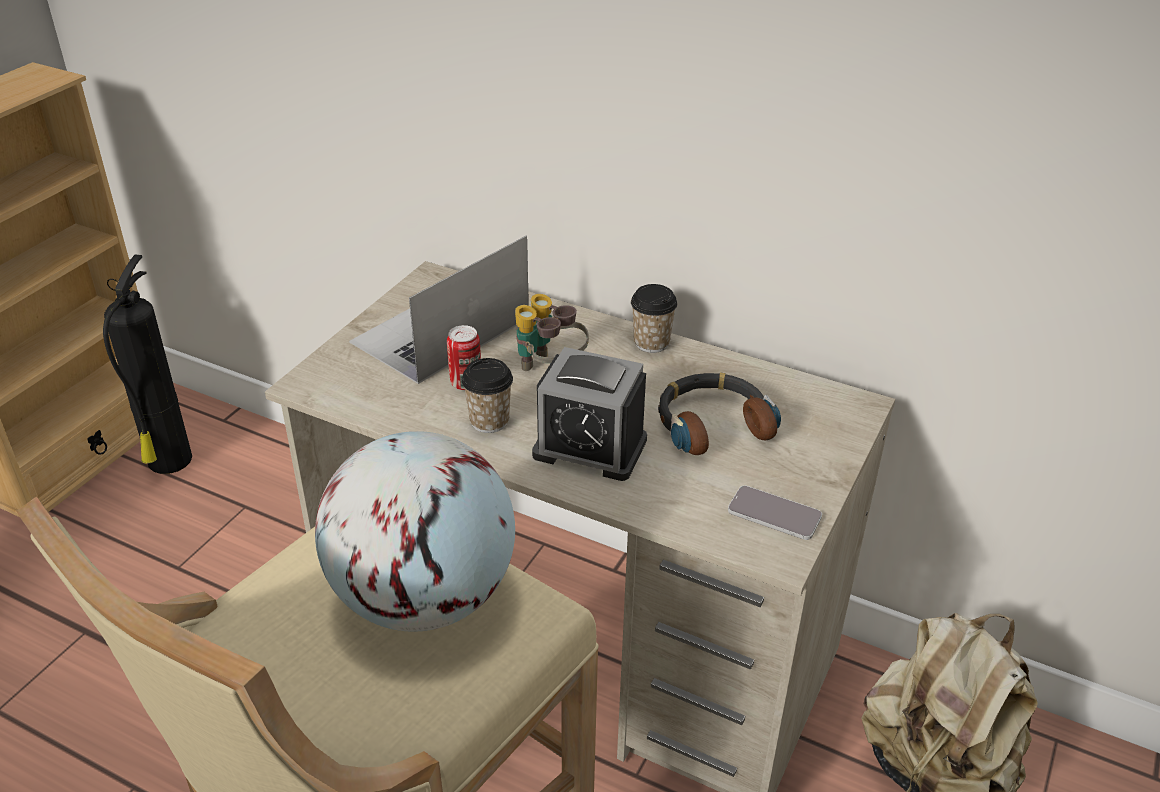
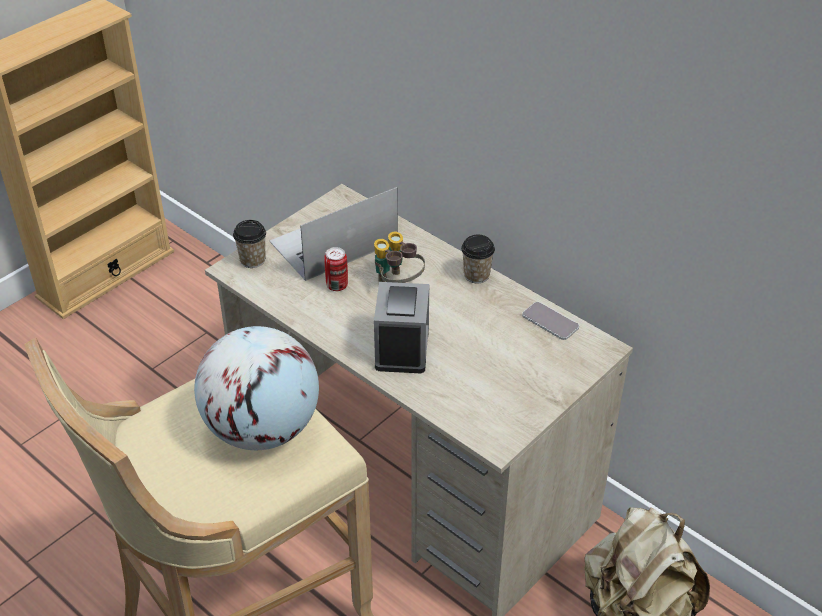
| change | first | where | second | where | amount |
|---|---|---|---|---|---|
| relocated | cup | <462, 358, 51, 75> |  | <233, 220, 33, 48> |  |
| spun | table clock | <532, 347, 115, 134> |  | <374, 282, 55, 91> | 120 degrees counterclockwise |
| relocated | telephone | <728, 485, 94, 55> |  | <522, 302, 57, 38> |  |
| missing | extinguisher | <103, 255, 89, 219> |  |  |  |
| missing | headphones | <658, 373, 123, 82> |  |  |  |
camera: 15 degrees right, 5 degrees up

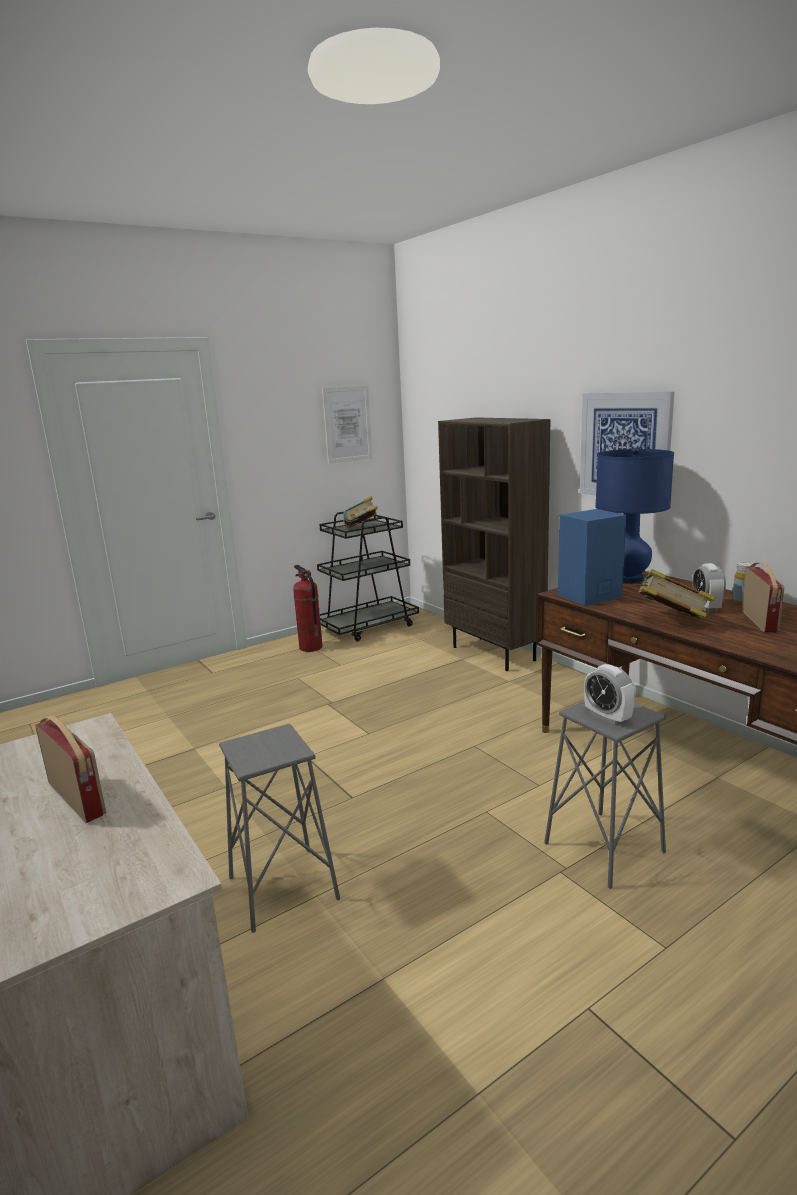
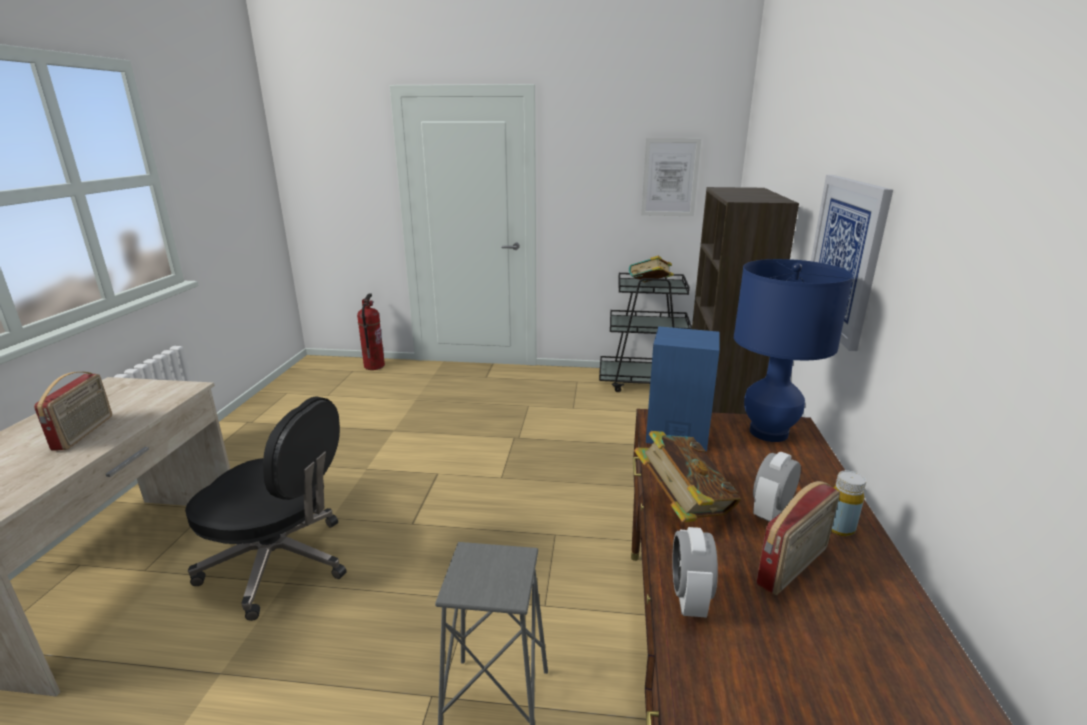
| change | first | where | second | where | amount |
|---|---|---|---|---|---|
| exchanged | stool seat (gray) | <219, 724, 121, 209> | office chair (blackish) | <185, 396, 162, 225> |  |
| relocated | extinguisher | <293, 565, 30, 87> |  | <357, 293, 28, 77> |  |
| relocated | table clock | <584, 664, 51, 61> |  | <672, 527, 46, 91> |  |
camera: 40 degrees right, 5 degrees up

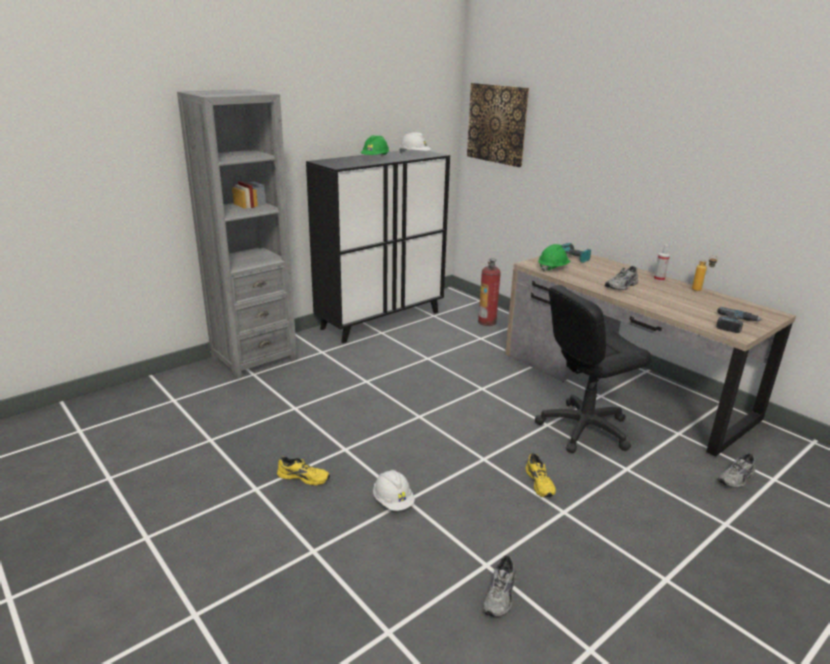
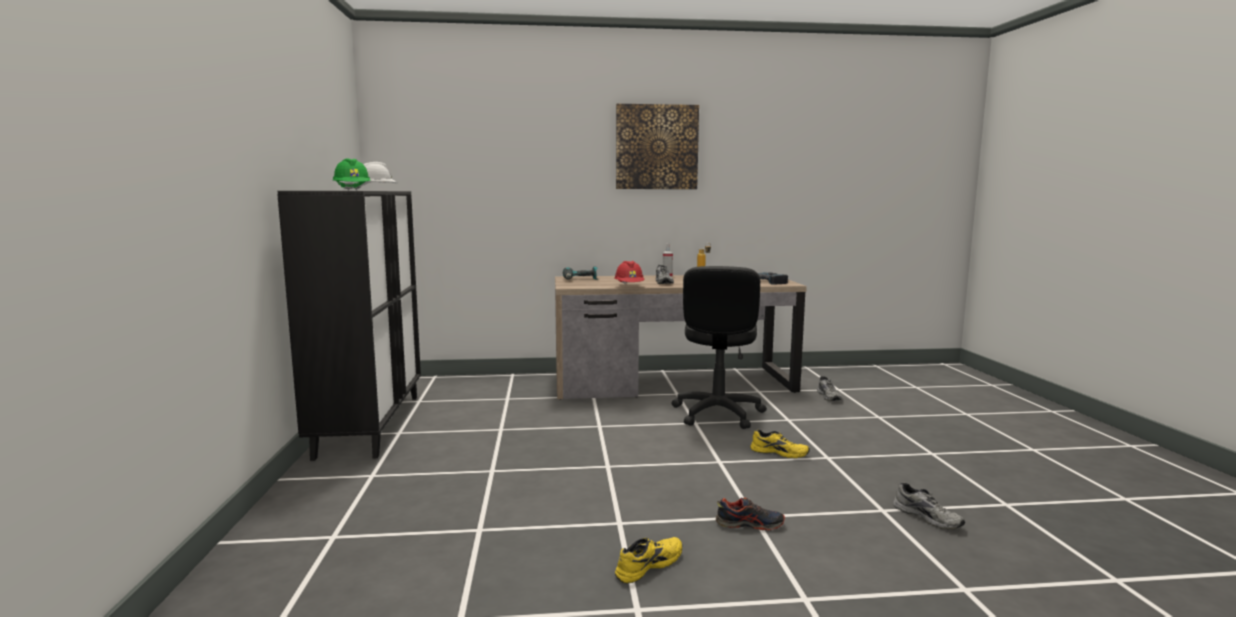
| change | first | where | second | where | amount |
|---|---|---|---|---|---|
| appeared |  |  | safety helmet (red-coloured) | <614, 261, 30, 23> |  |
| relocated | wall picture | <467, 83, 62, 84> |  | <616, 104, 83, 85> |  |
| exchanged | safety helmet (white-coloured) | <373, 470, 42, 41> | item of footwear | <716, 497, 69, 34> |  |
| missing | shelving unit (gray) | <177, 89, 120, 290> |  |  |  |
| missing | extinguisher | <478, 258, 23, 68> |  |  |  |
| missing | safety helmet (greenish) | <538, 244, 33, 28> |  |  |  |
camera: 55 degrees left, 15 degrees down

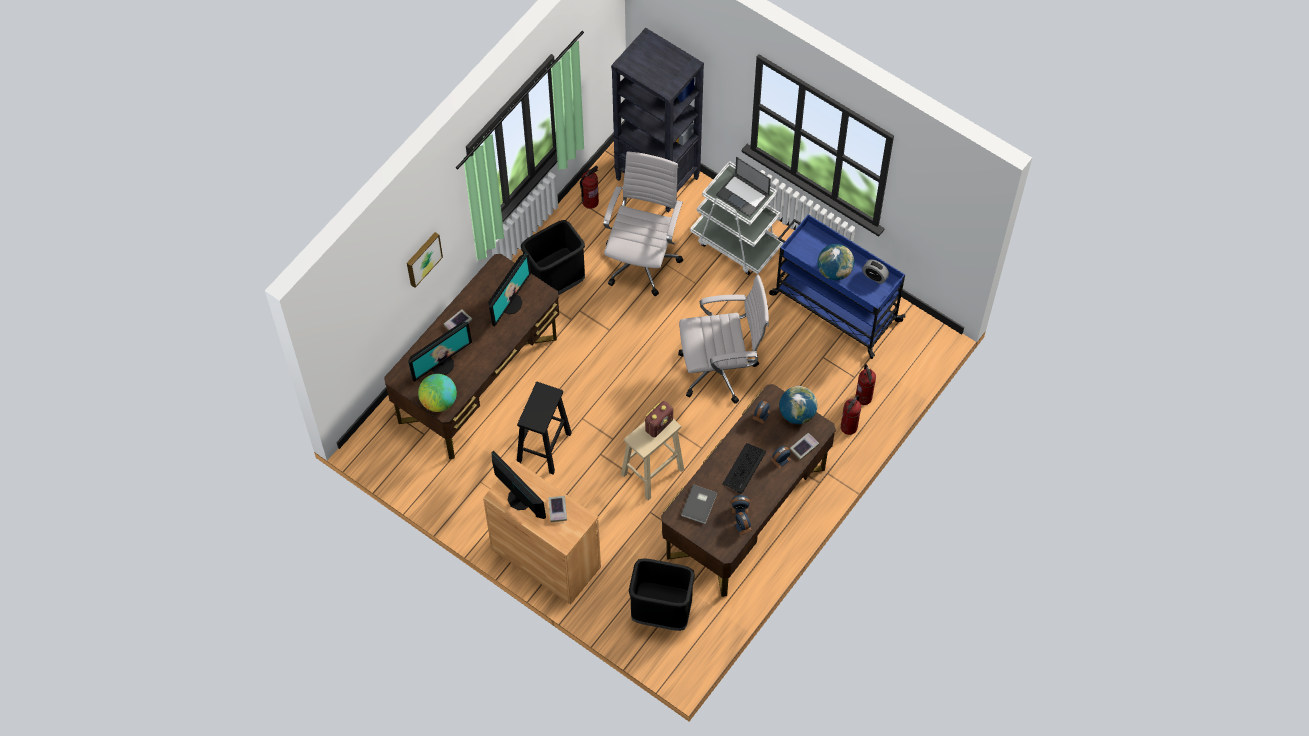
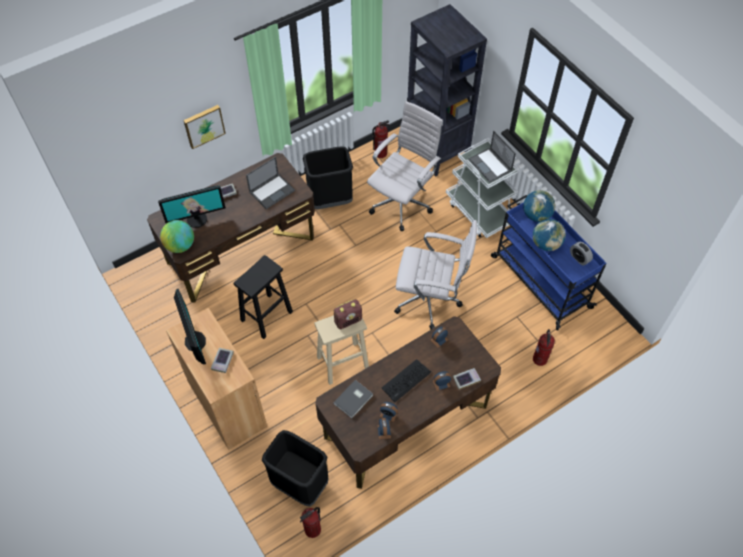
| change | first | where | second | where | amount |
|---|---|---|---|---|---|
| exchanged | computer display | <488, 252, 43, 75> | laptop | <246, 157, 49, 52> |  |
| relocated | extinguisher | <841, 395, 20, 40> |  | <300, 507, 21, 31> |  |
| relocated | world globe | <779, 386, 38, 38> |  | <523, 190, 33, 32> |  |
camera: 20 degrees right, 5 degrees down

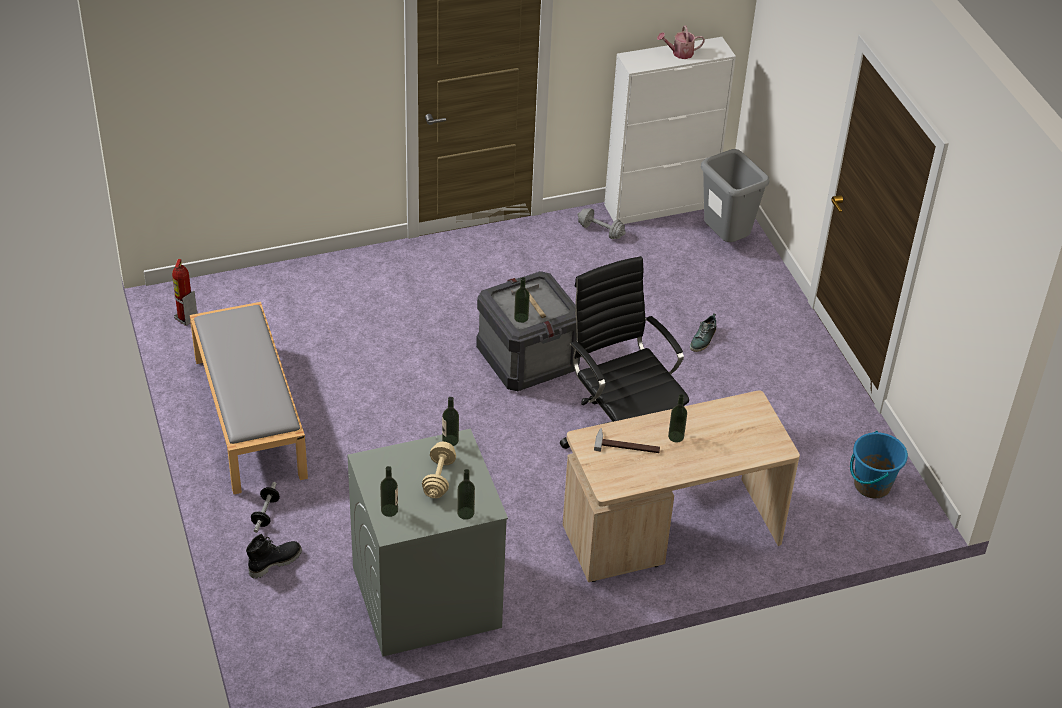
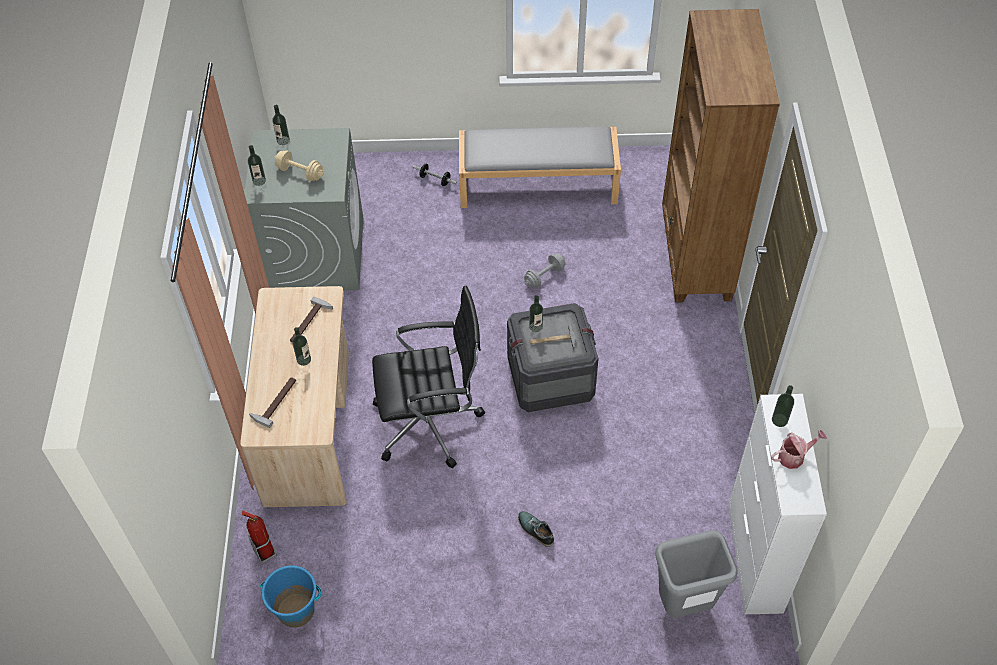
| change | first | where | second | where | amount |
|---|---|---|---|---|---|
| relocated | extinguisher | <172, 259, 25, 67> |  | <241, 510, 36, 53> |  |
| appeared |  |  | tool hammer | <249, 377, 47, 51> |  |
| relocated | dumbbell (gray) | <577, 208, 49, 31> |  | <524, 253, 41, 35> |  |
| appeared |  |  | shelving unit (brown) | <662, 9, 118, 294> |  |
| spun | watering pot | <657, 26, 48, 33> |  | <771, 430, 56, 39> | 60 degrees clockwise |
| relocated | bottle | <442, 397, 17, 49> |  | <772, 385, 22, 42> |  |
| missing | high-top boot (blackish) | <246, 534, 56, 45> |  |  |  |
camera: 110 degrees right, 10 degrees up

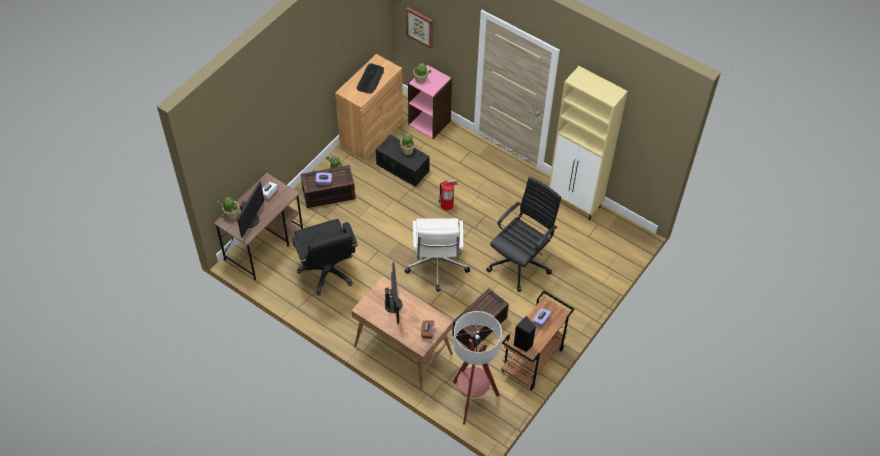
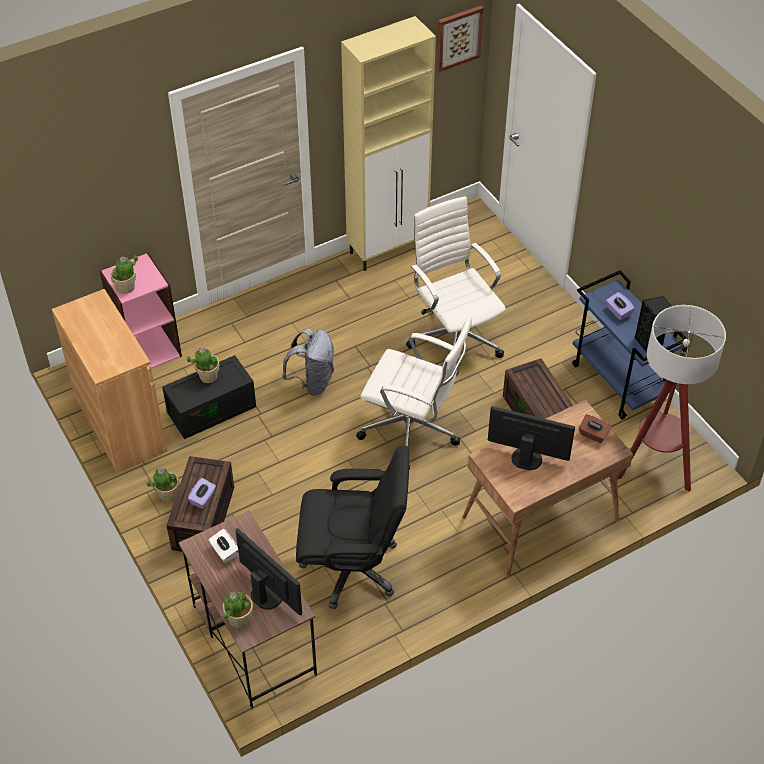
| change | first | where | second | where | amount |
|---|---|---|---|---|---|
| exchanged | extinguisher | <438, 179, 20, 32> | knapsack (gray) | <282, 328, 52, 68> |  |
| colour | office chair (blackish) | <486, 177, 75, 115> | office chair (white-coloured) | <406, 196, 100, 162> |  |
| relocated | wall picture | <406, 7, 27, 42> |  | <436, 5, 48, 67> |  |
| colour | wheeled cart (brown) | <501, 291, 74, 99> | wheeled cart (blue) | <572, 270, 115, 150> |  |
| missing | PC keyboard | <357, 63, 27, 30> |  |  |  |
camera: 65 degrees left, 5 degrees down

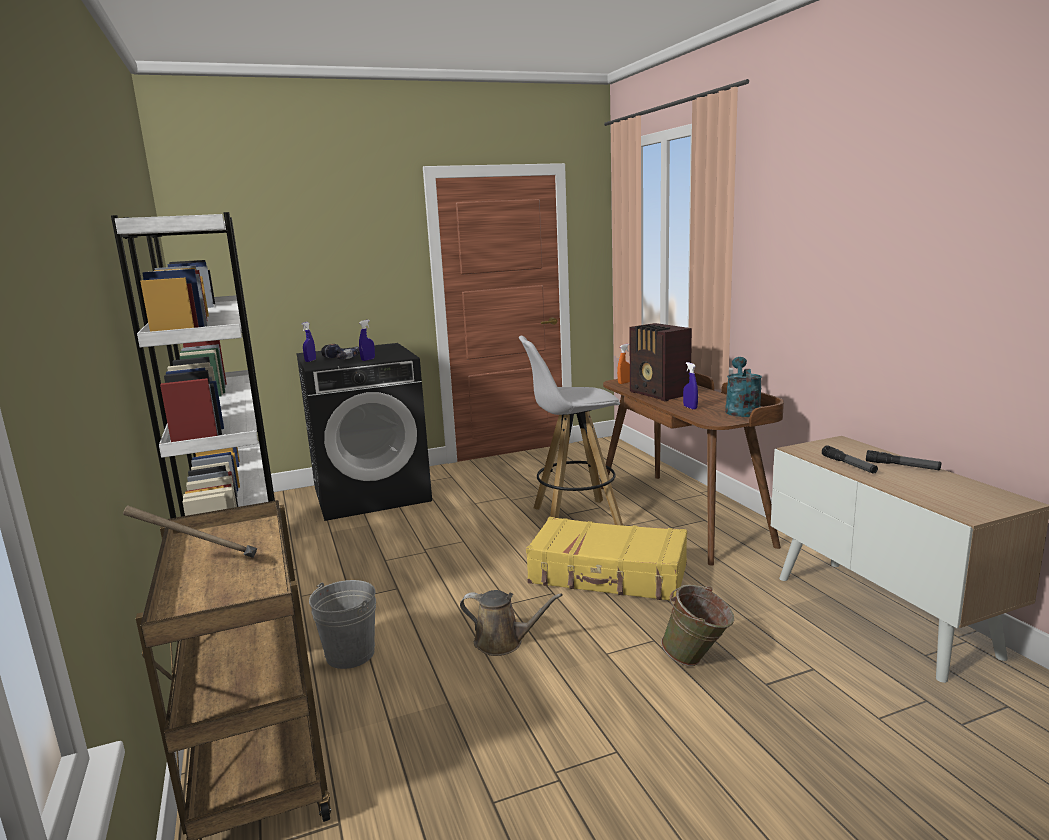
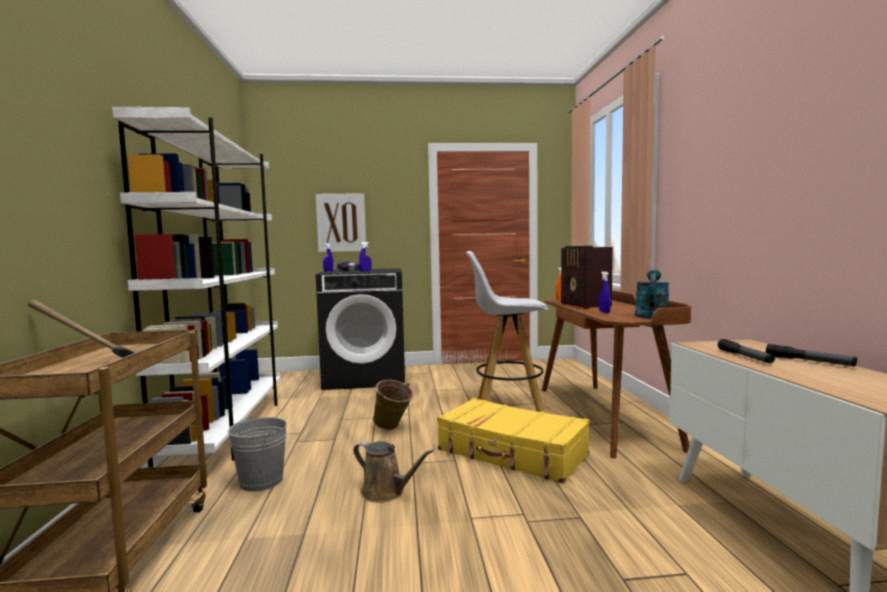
| change | first | where | second | where | amount |
|---|---|---|---|---|---|
| appeared |  |  | wall picture | <316, 193, 50, 59> |  |
| relocated | pail (greenish) | <661, 585, 73, 81> |  | <373, 380, 41, 50> |  |
camera: 15 degrees right, 10 degrees down

